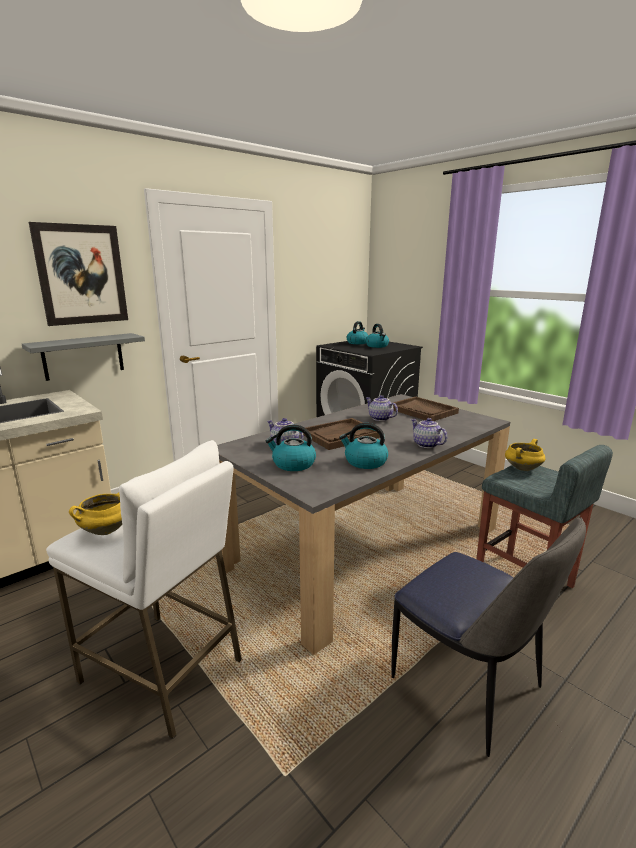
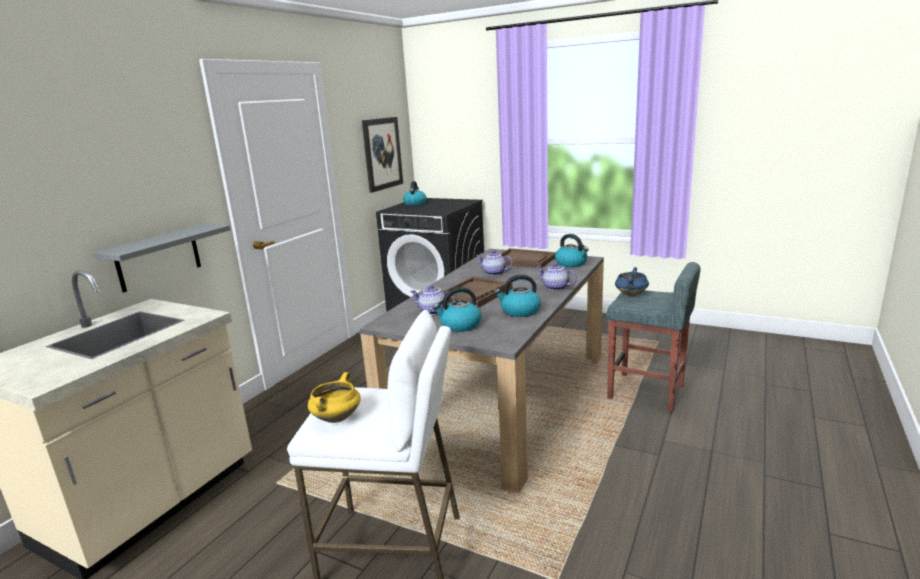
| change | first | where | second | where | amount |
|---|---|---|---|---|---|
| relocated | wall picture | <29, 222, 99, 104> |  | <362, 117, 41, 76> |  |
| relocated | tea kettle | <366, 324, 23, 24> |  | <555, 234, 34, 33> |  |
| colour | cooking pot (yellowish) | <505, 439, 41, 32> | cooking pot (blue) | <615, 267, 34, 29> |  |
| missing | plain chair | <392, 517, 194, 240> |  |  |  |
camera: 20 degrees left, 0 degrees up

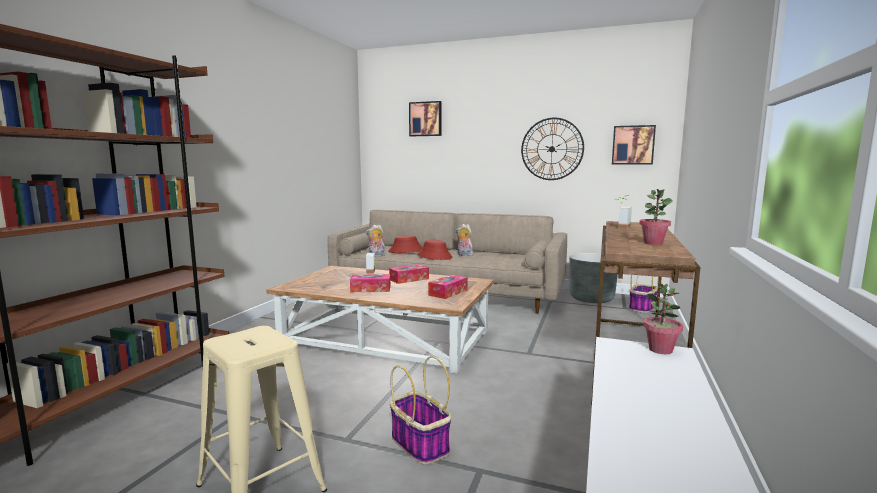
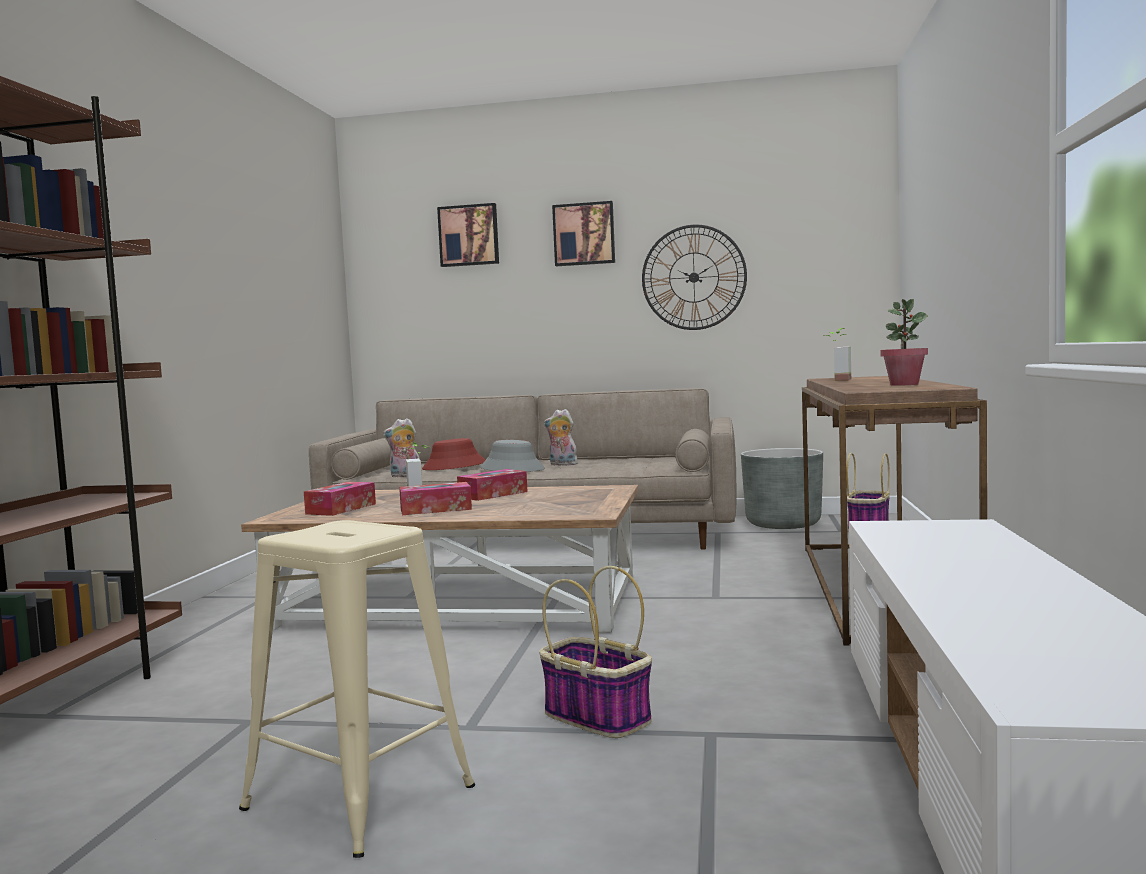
| change | first | where | second | where | amount |
|---|---|---|---|---|---|
| relocated | tissue holder | <428, 275, 40, 24> |  | <304, 482, 72, 34> |  |
| colour | clothing hat (red-coloured) | <417, 239, 35, 21> | clothing hat (gray) | <480, 440, 65, 32> |  |
| relocated | wall picture | <612, 125, 44, 40> |  | <552, 201, 63, 65> |  |
| missing | houseplant | <643, 282, 40, 72> |  |  |  |
camera: 10 degrees left, 5 degrees down

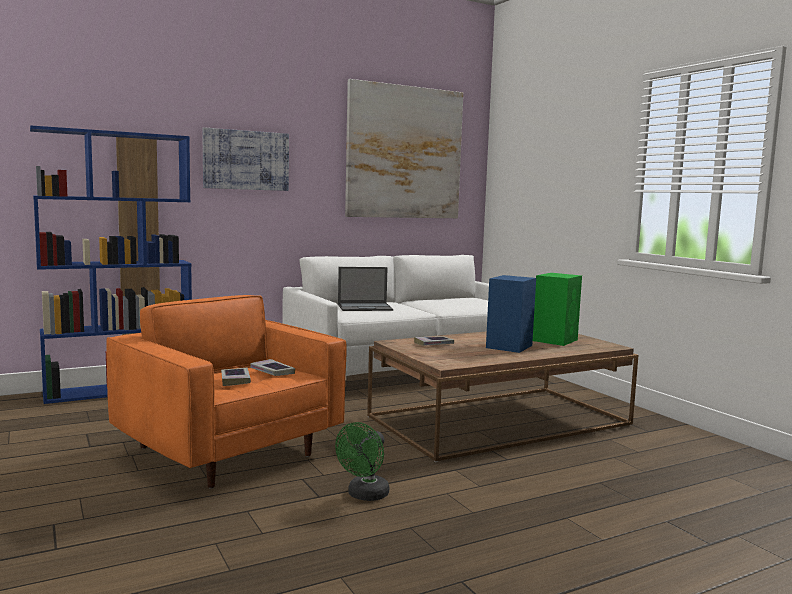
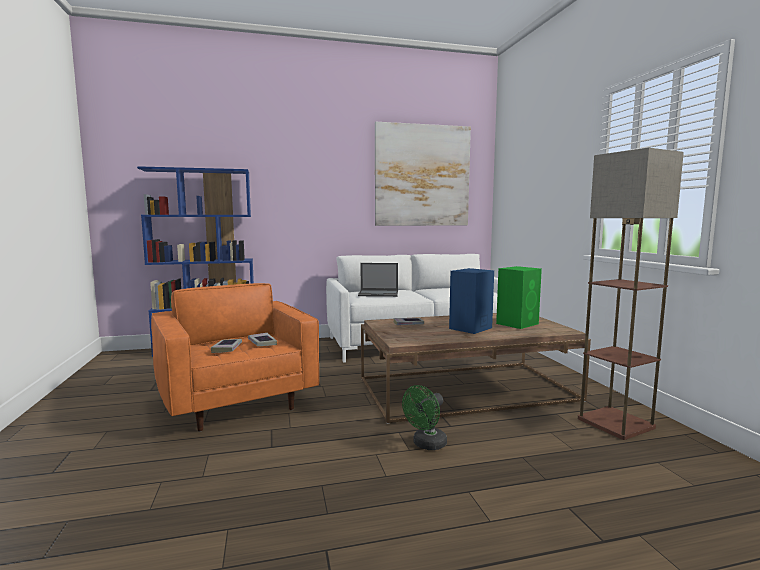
| change | first | where | second | where | amount |
|---|---|---|---|---|---|
| relocated | fan (greenish) | <335, 422, 54, 79> |  | <402, 385, 45, 65> |  |
| appeared |  |  | floor lamp | <578, 148, 106, 292> |  |
| missing | wall picture | <202, 127, 87, 64> |  |  |  |
camera: 15 degrees right, 0 degrees up

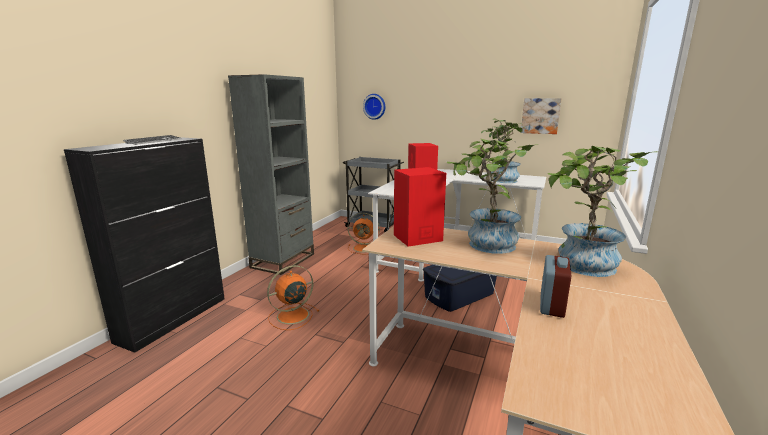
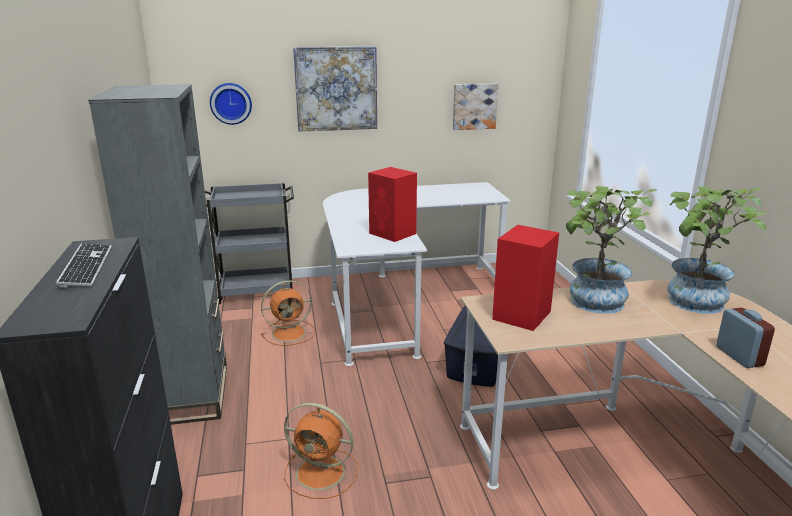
| change | first | where | second | where | amount |
|---|---|---|---|---|---|
| spun | fan (orange-coloured) | <267, 265, 52, 65> |  | <284, 403, 74, 96> | 90 degrees counterclockwise |
| appeared |  |  | wall picture | <293, 46, 84, 86> |  |
| missing | houseplant | <481, 118, 45, 65> |  |  |  |
camera: 35 degrees left, 5 degrees up

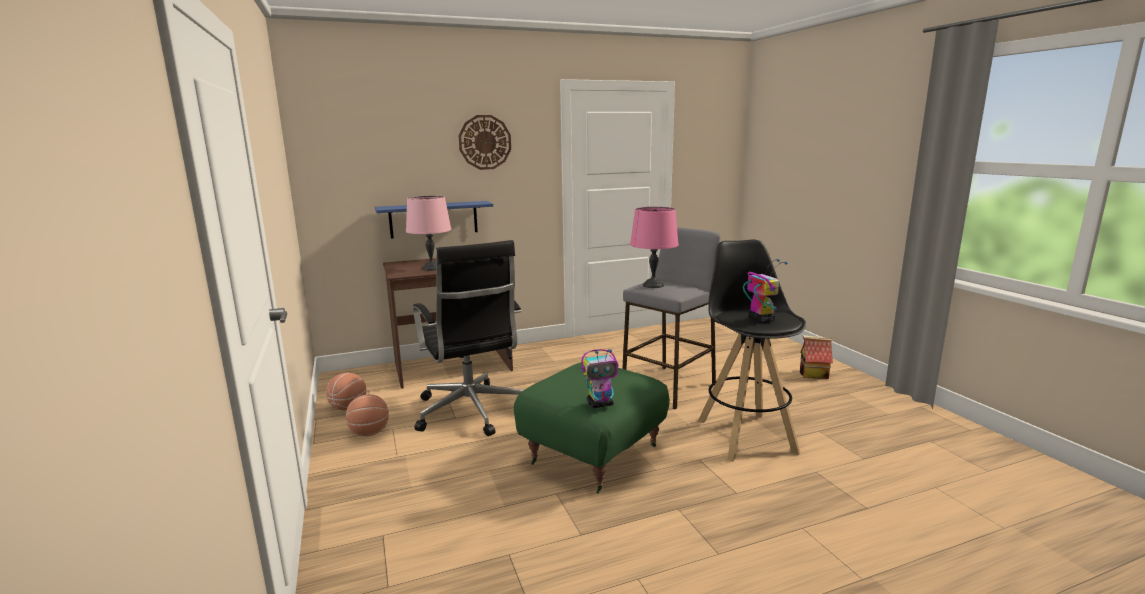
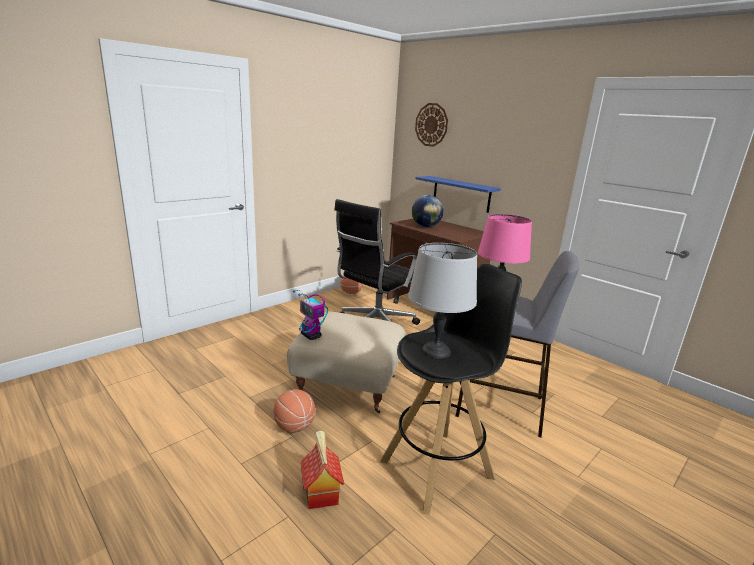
| change | first | where | second | where | amount |
|---|---|---|---|---|---|
| relocated | ball for basketball | <346, 394, 43, 42> |  | <273, 389, 42, 44> |  |
| colour | footrest (greenish) | <514, 362, 156, 132> | footrest (beige-coloured) | <287, 311, 119, 102> |  |
| relocated | model house | <800, 335, 33, 44> |  | <301, 430, 43, 79> |  |
| exchanged | robot figure | <743, 259, 45, 64> | lamp for a table (gray) | <408, 243, 69, 116> |  |
| exchanged | lamp for a table (pink-coloured) | <406, 196, 45, 75> | world globe | <412, 195, 32, 32> |  |
| relocated | clock on the wall | <459, 115, 52, 55> |  | <415, 103, 33, 44> |  |
camera: 65 degrees right, 5 degrees up

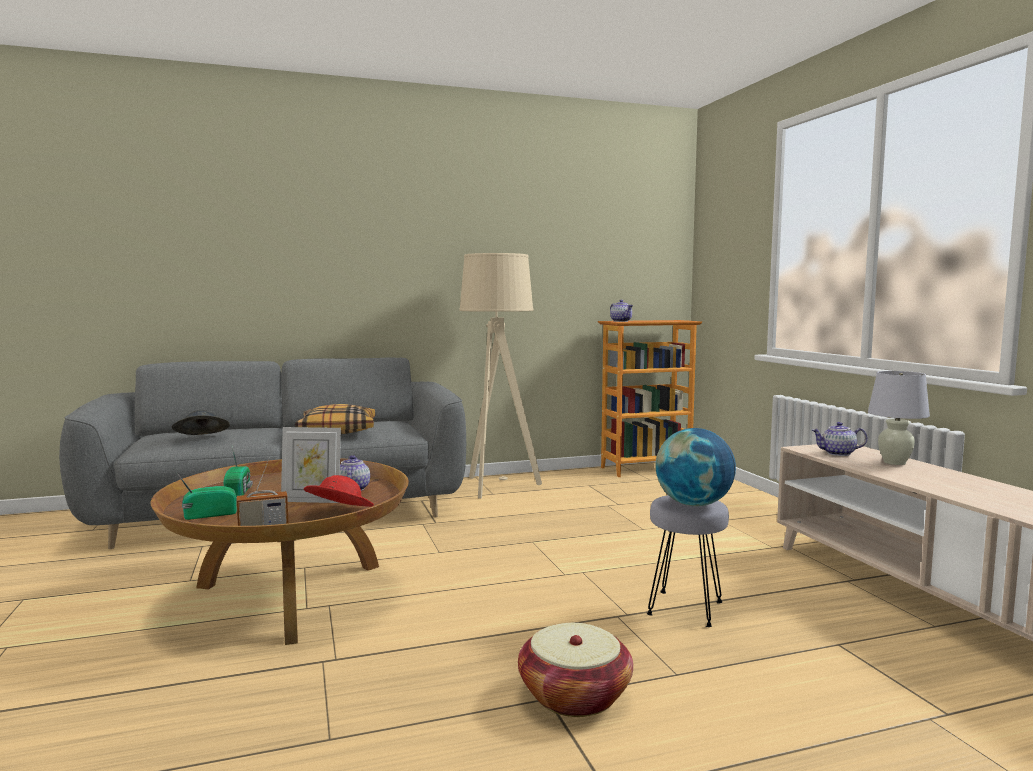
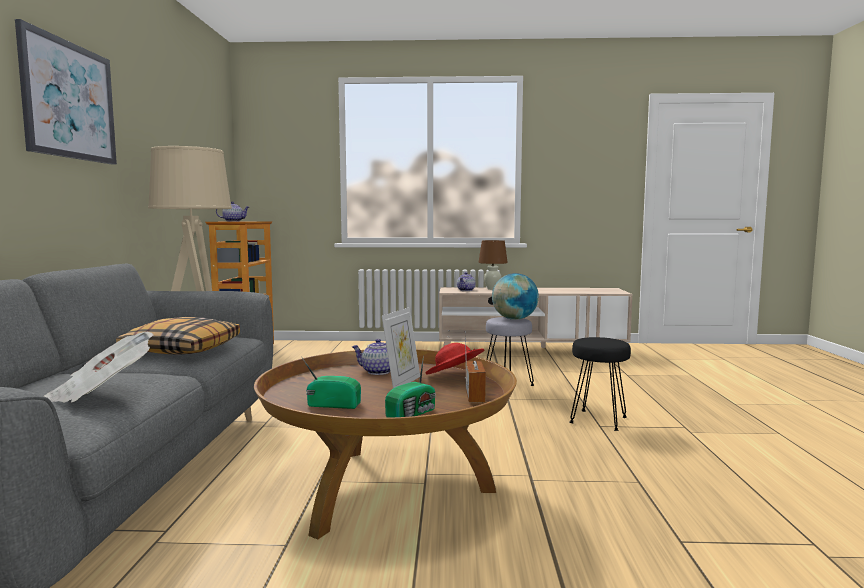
| change | first | where | second | where | amount |
|---|---|---|---|---|---|
| appeared |  |  | wall picture | <15, 19, 102, 146> |  |
| exchanged | clothing hat (gray) | <171, 410, 59, 25> | daily paper | <44, 332, 110, 71> |  |
| spun | radio set | <177, 473, 60, 47> |  | <385, 355, 51, 63> | 135 degrees counterclockwise |
| colour | lamp for a table (white-coloured) | <868, 371, 62, 94> | lamp for a table (brown) | <478, 240, 30, 50> |  |
| exchanged | household basket | <518, 623, 115, 94> | stool seat (blackish) | <570, 337, 61, 94> |  |
camera: 70 degrees left, 0 degrees up

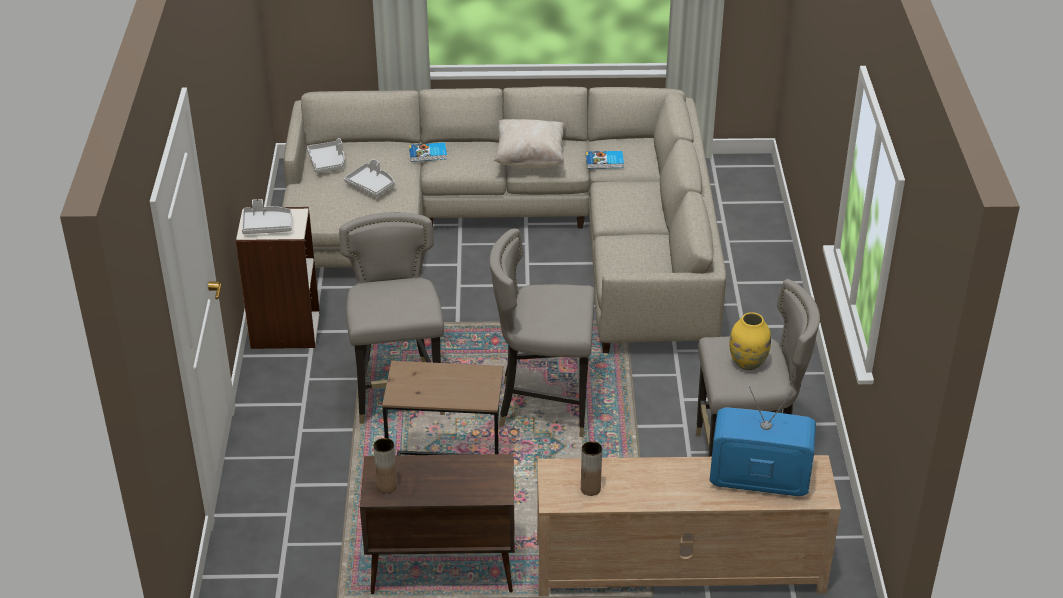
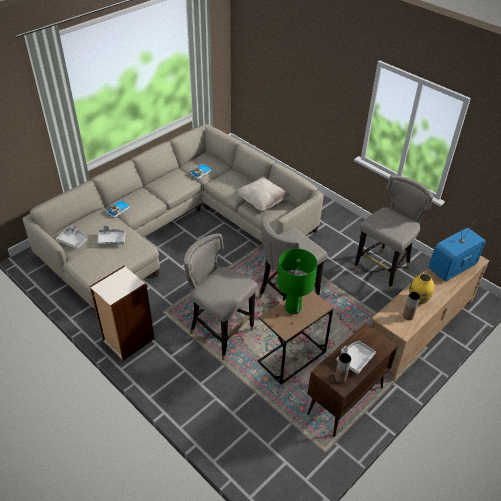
| change | first | where | second | where | amount |
|---|---|---|---|---|---|
| relocated | cushion (beige-coloured) | <494, 119, 71, 49> |  | <235, 176, 55, 35> |  |
| appeared |  |  | lamp for a table (greenish) | <277, 249, 40, 65> |  |
| relocated | carrying tray (gray) | <242, 199, 50, 35> |  | <336, 341, 40, 33> |  |
| relocated | flower vase (yellowish) | <729, 312, 42, 58> |  | <409, 273, 25, 31> |  |
camera: 45 degrees left, 5 degrees up

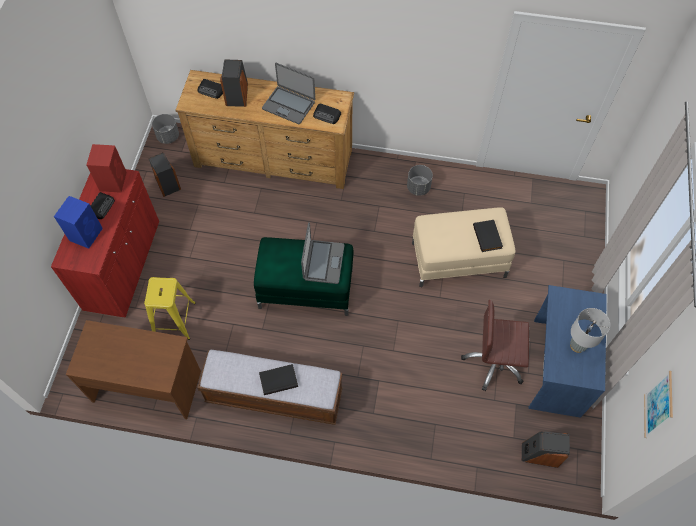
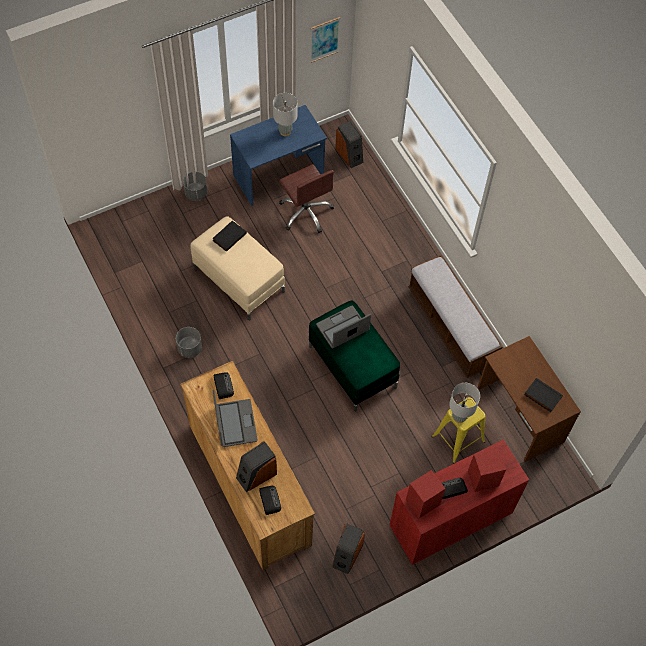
| change | first | where | second | where | amount |
|---|---|---|---|---|---|
| relocated | planter (gray) | <152, 114, 27, 30> |  | <183, 172, 24, 29> |  |
| appeared |  |  | lamp for a table (gray) | <449, 383, 31, 40> |  |
| colour | loudspeaker (blue) | <54, 196, 49, 53> | loudspeaker (red-coloured) | <468, 448, 38, 44> |  |
| relocated | book (blackish) | <259, 364, 39, 31> |  | <524, 378, 39, 34> |  |
camera: 130 degrees left, 0 degrees up

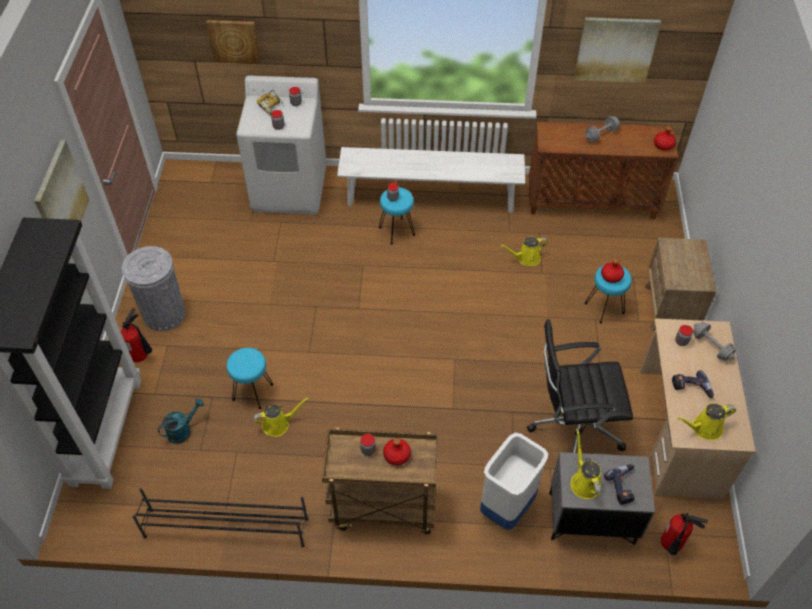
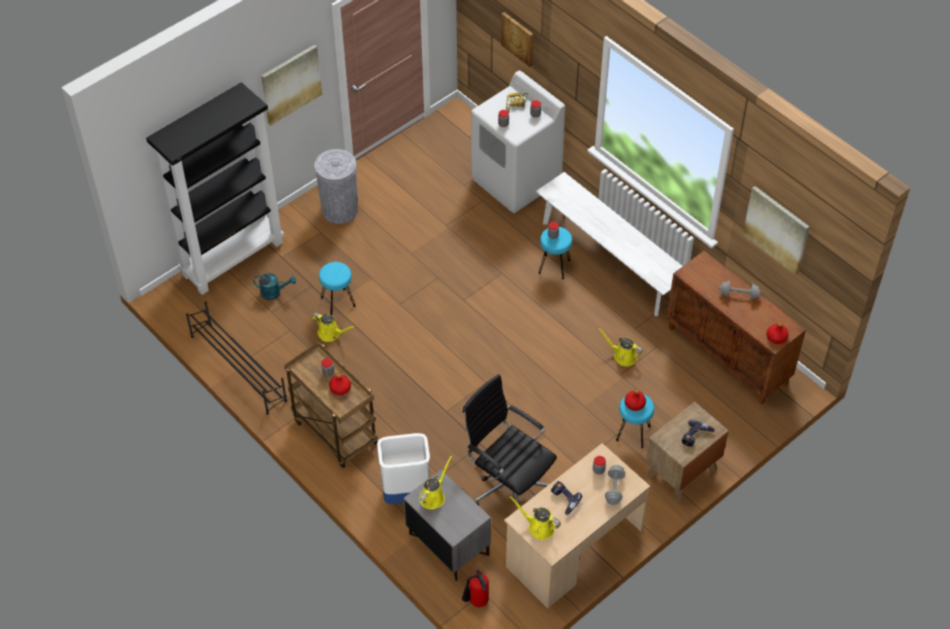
| change | first | where | second | where | amount |
|---|---|---|---|---|---|
| relocated | electric drill | <604, 464, 31, 41> |  | <682, 420, 33, 27> |  |
| missing | extinguisher | <121, 308, 31, 54> |  |  |  |
camera: 45 degrees right, 0 degrees up

